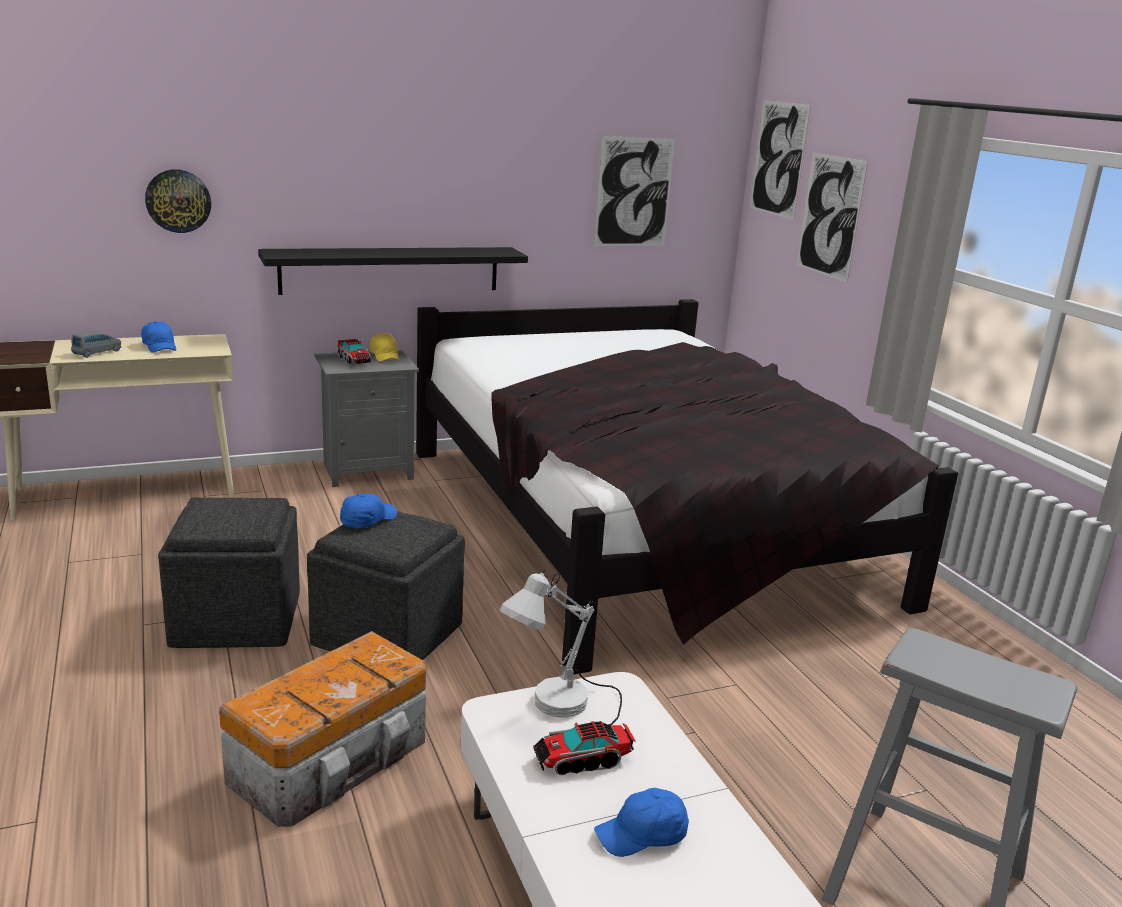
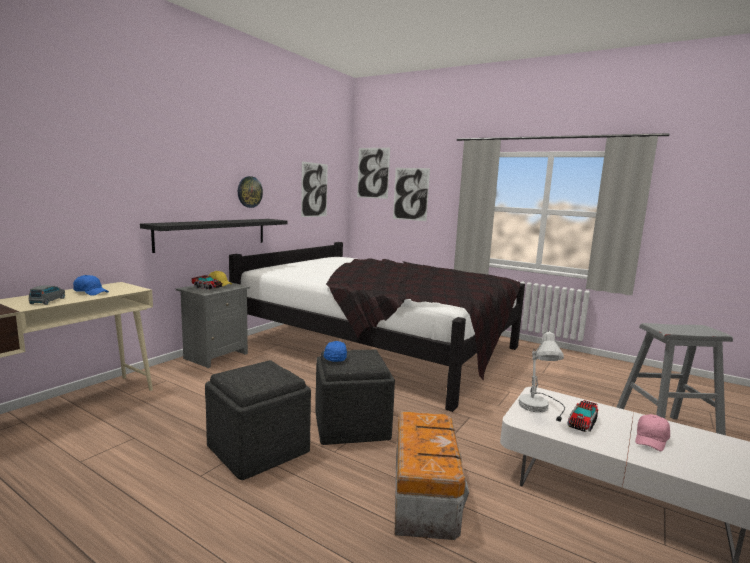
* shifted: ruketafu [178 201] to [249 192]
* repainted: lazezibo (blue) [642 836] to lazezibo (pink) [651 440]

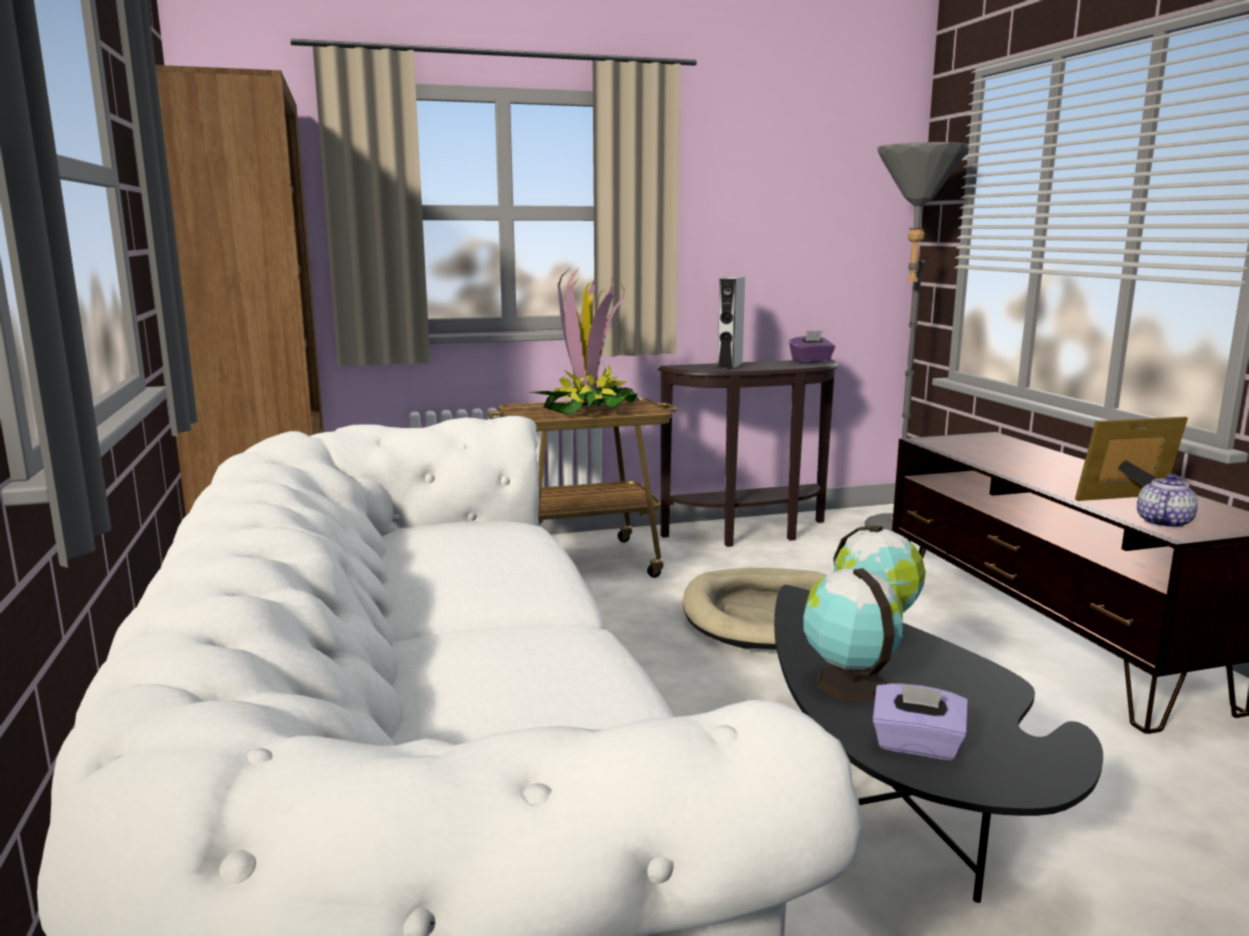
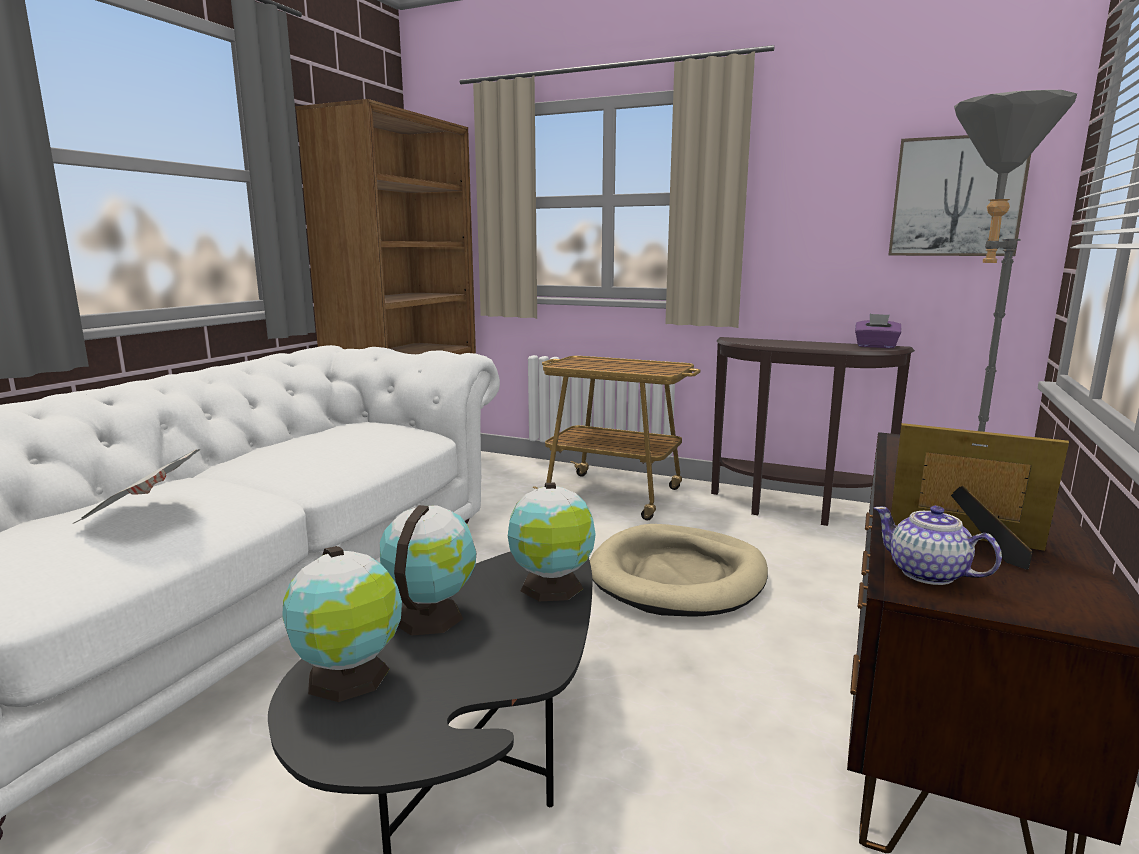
* gone: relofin [589 409]
* gone: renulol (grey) [729 366]
* rotated: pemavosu [1163 523] = [928 574] 120 degrees counterclockwise
* swapped: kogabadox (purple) [916 745] to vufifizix [349 678]
* new: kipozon [956 197]
* new: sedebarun [143 515]

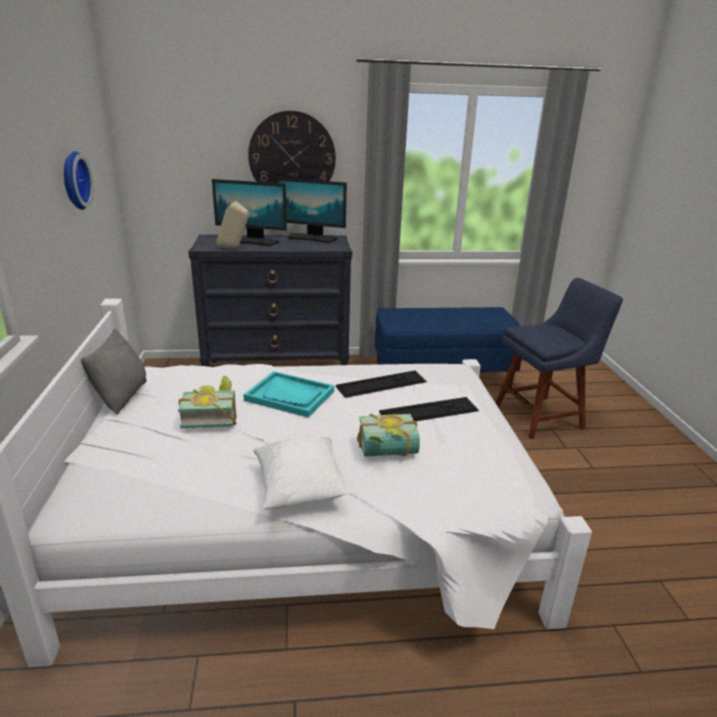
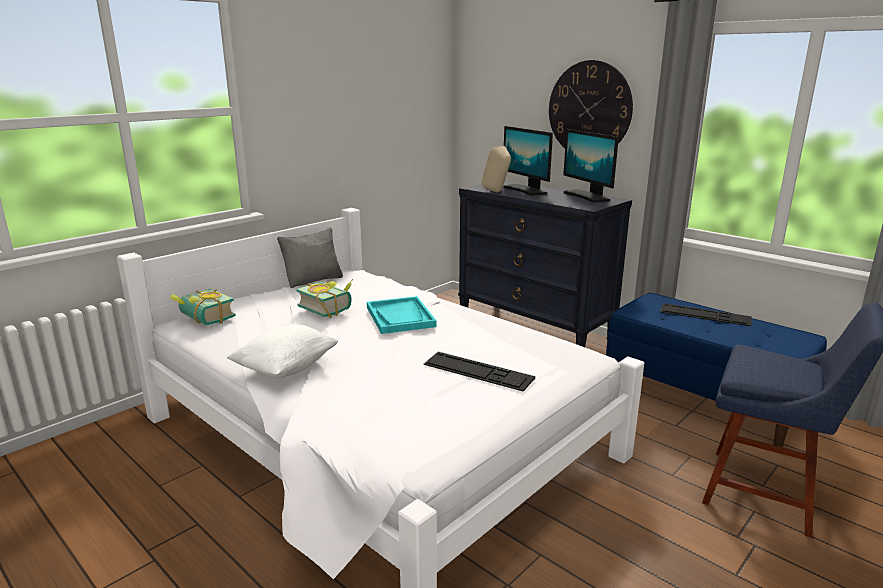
* gone: ruketafu [73 180]
* shifted: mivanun [381 384] to [704 315]
* shifted: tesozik [388 452] to [203 320]

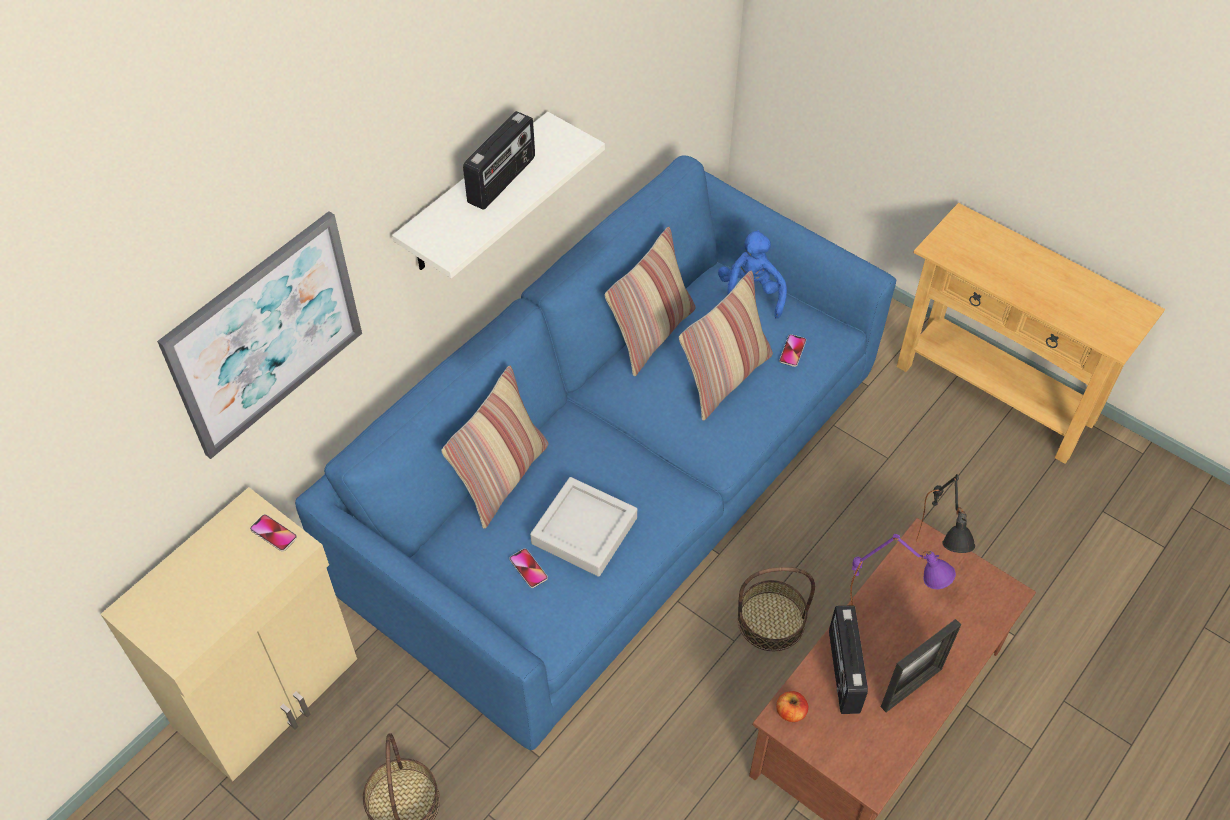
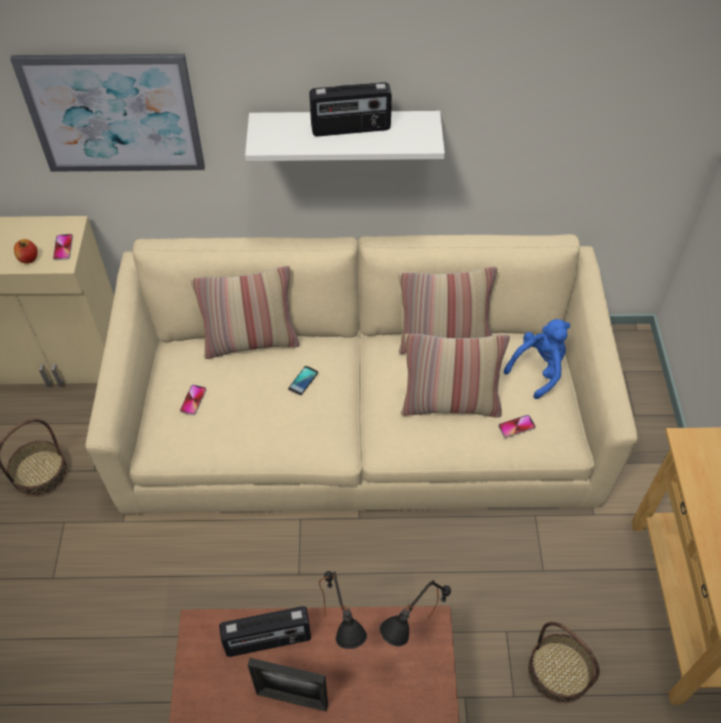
* repainted: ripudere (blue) [614 478] to ripudere (beige) [360 418]
* gone: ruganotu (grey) [584 531]
* repainted: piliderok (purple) [887 615] to piliderok (black) [343 641]
* shifted: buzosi [771 621] to [558 671]
* rotated: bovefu [842 671] = [268 641] 150 degrees counterclockwise
* shifted: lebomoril [790 712] to [28 258]
* new: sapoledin [303 381]

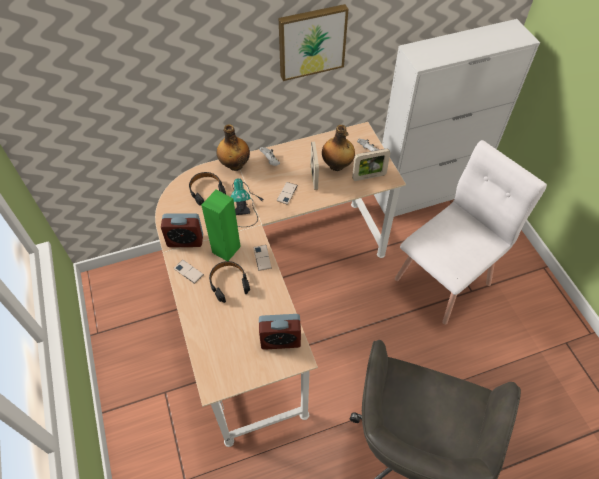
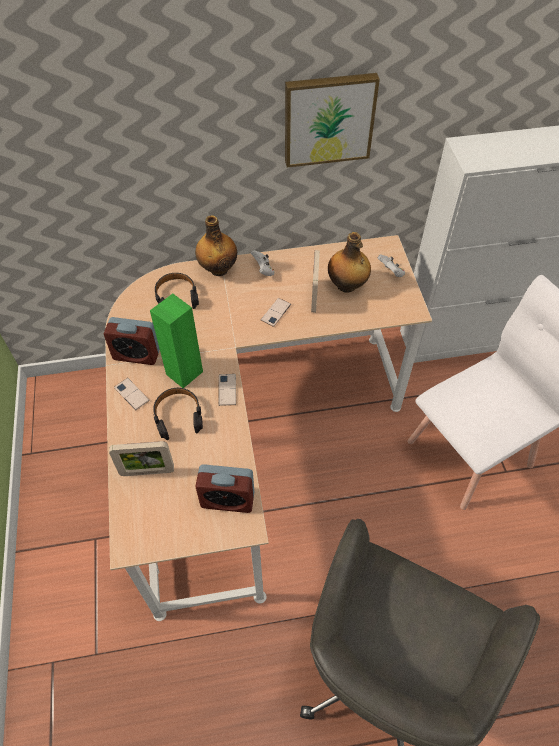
* shifted: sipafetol [369 177] to [147 471]
* gone: piliderok [244 205]

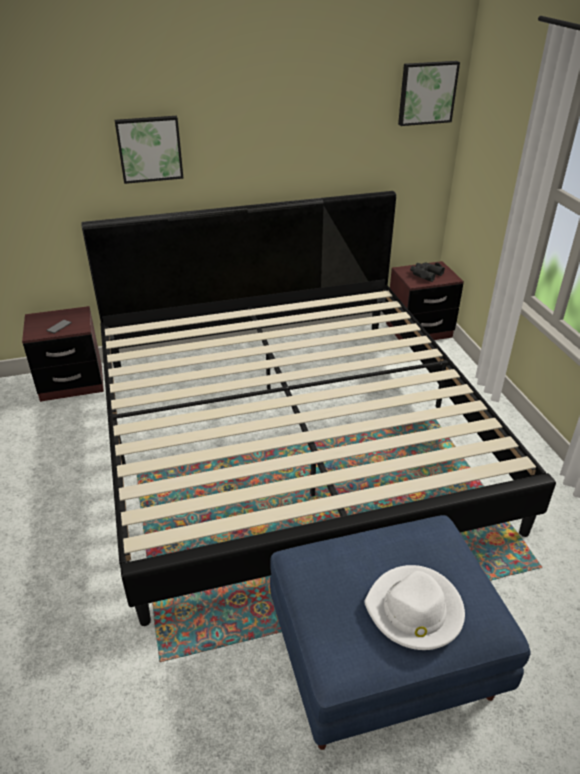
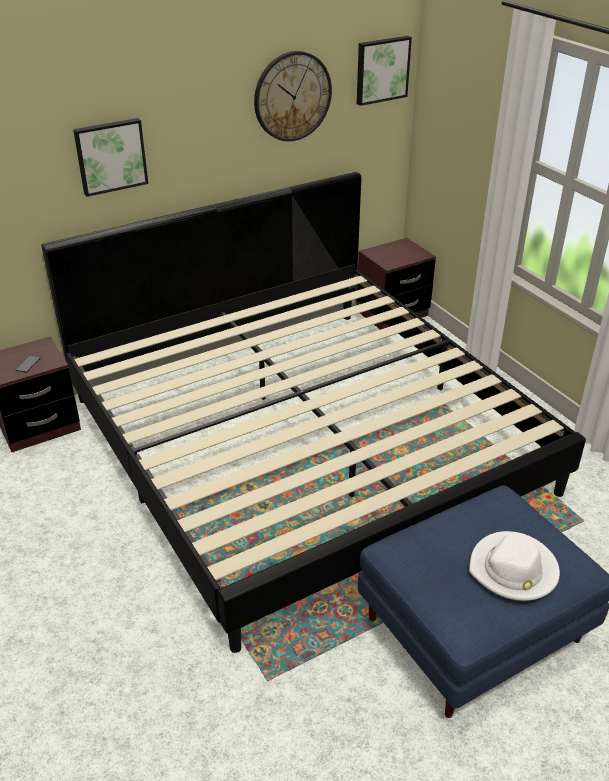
* gone: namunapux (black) [425 274]
* new: ruketafu [292 96]

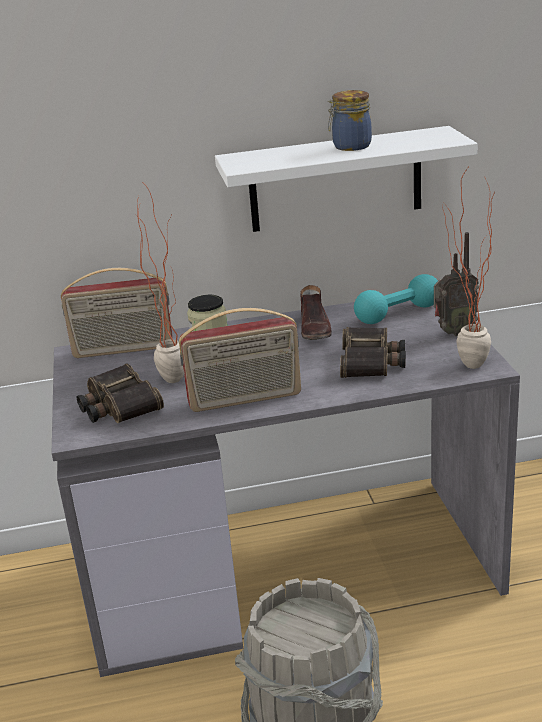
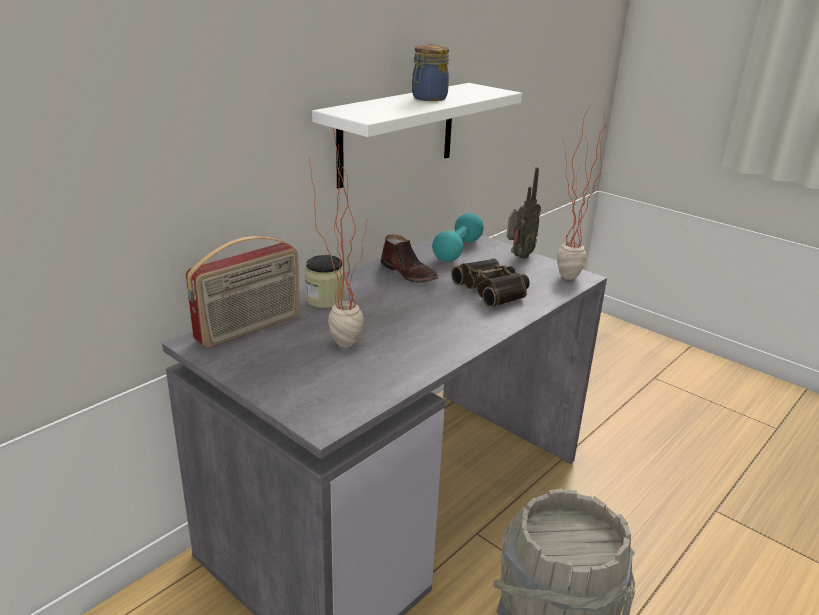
* gone: bovefu [245 399]
* gone: namunapux [118 405]

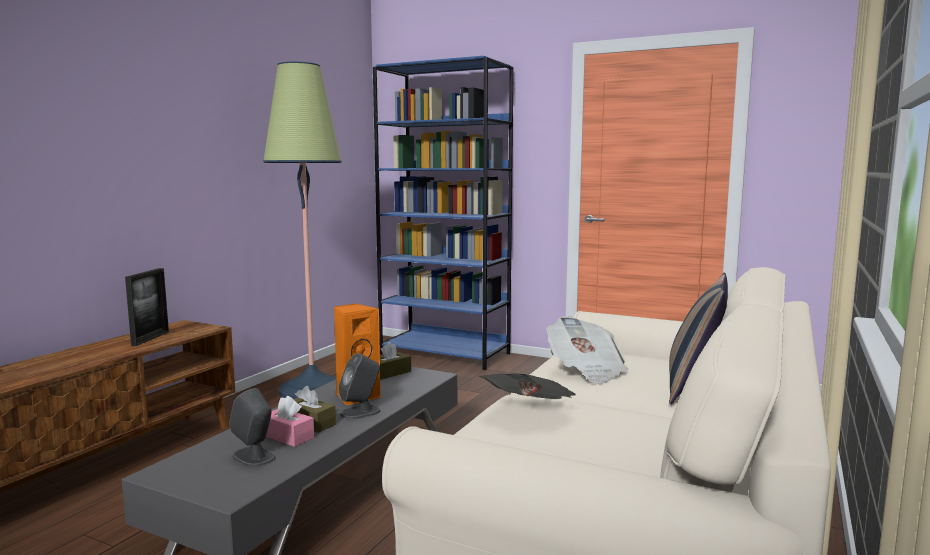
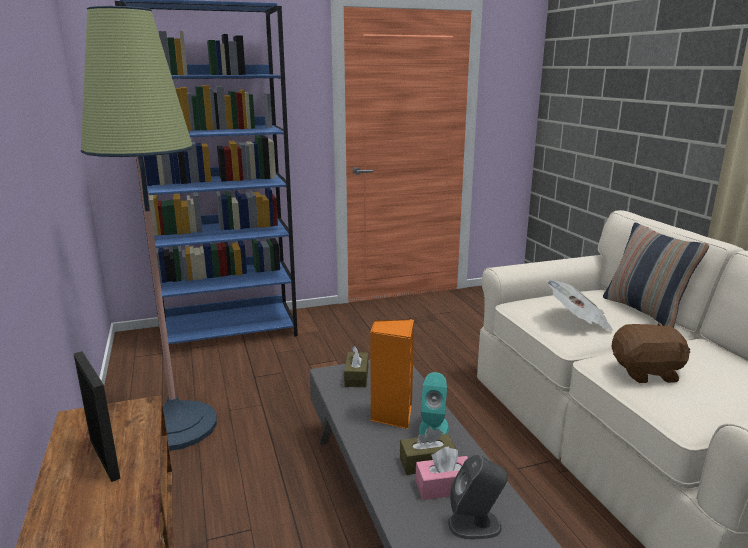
* repainted: renulol (grey) [361 412] to renulol (turquoise) [433 428]
* swapped: sedebarun [529 412] to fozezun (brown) [646 373]

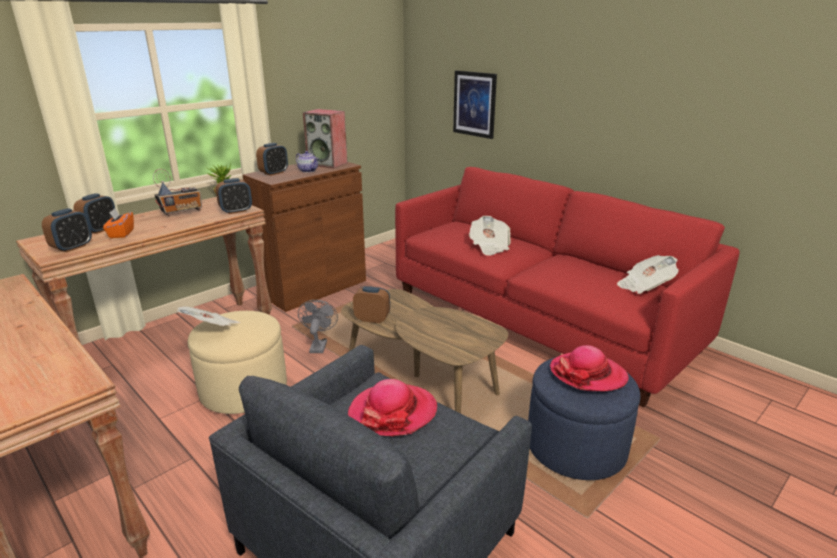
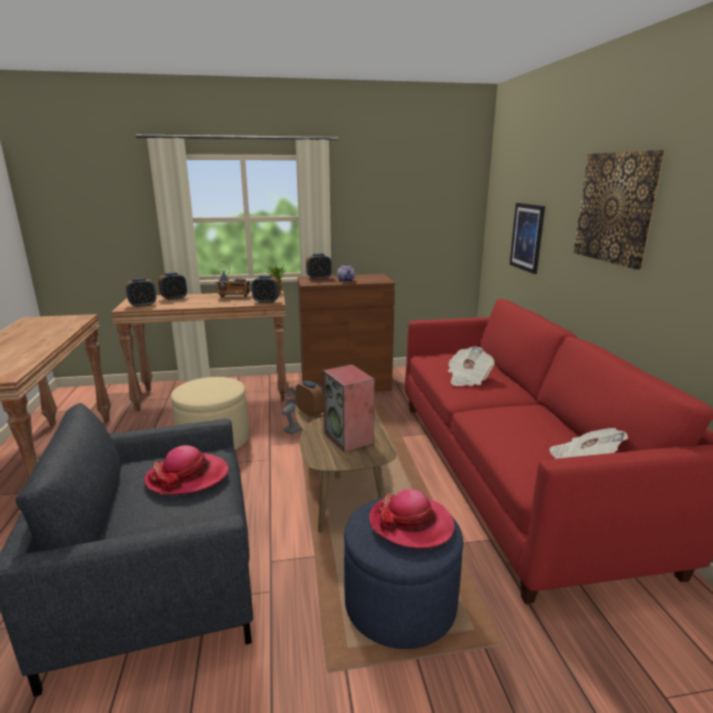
* shifted: renulol [328 164] to [349 438]
* gone: kogabadox (orange) [121 233]
* gone: sedebarun [211 329]
* new: kipozon [616 208]

